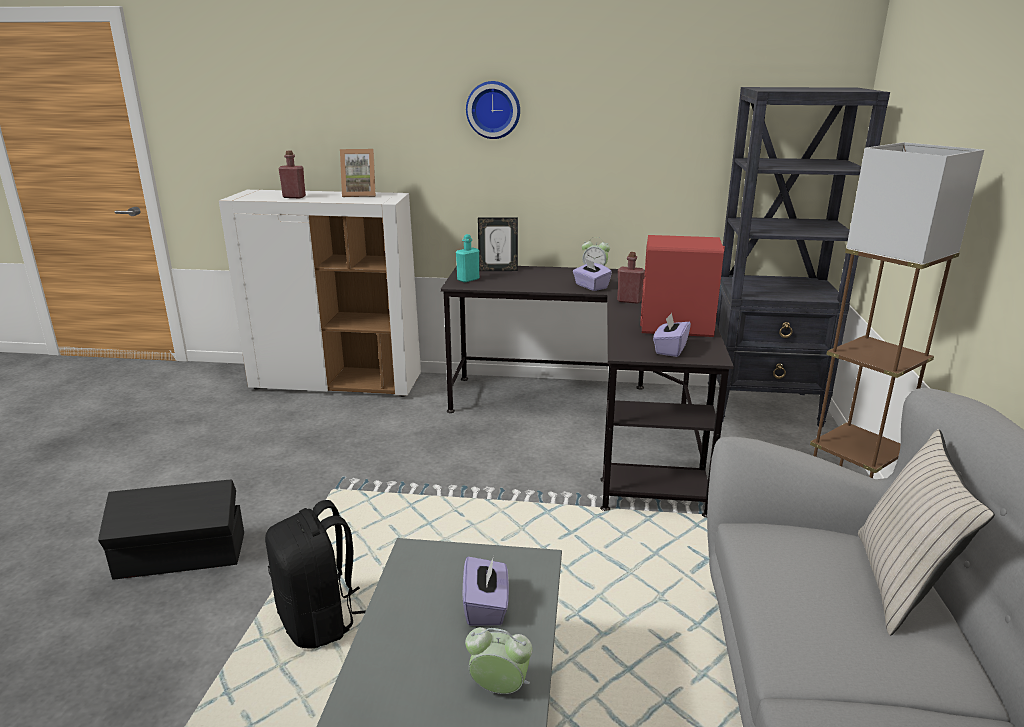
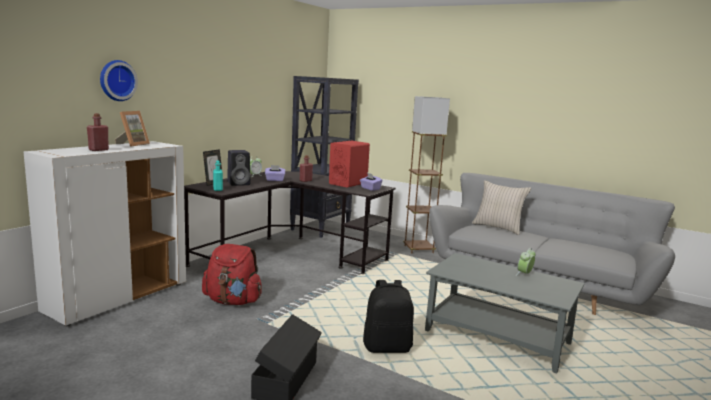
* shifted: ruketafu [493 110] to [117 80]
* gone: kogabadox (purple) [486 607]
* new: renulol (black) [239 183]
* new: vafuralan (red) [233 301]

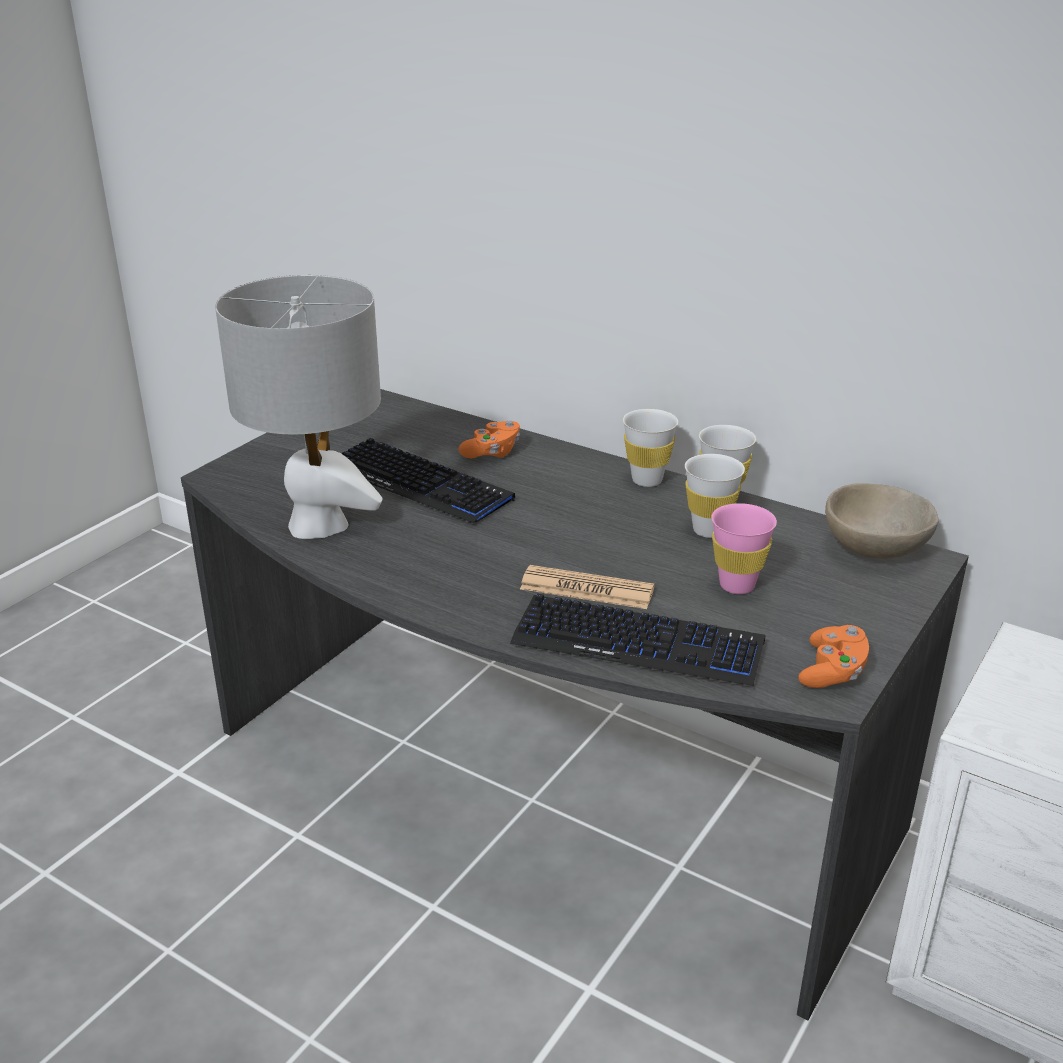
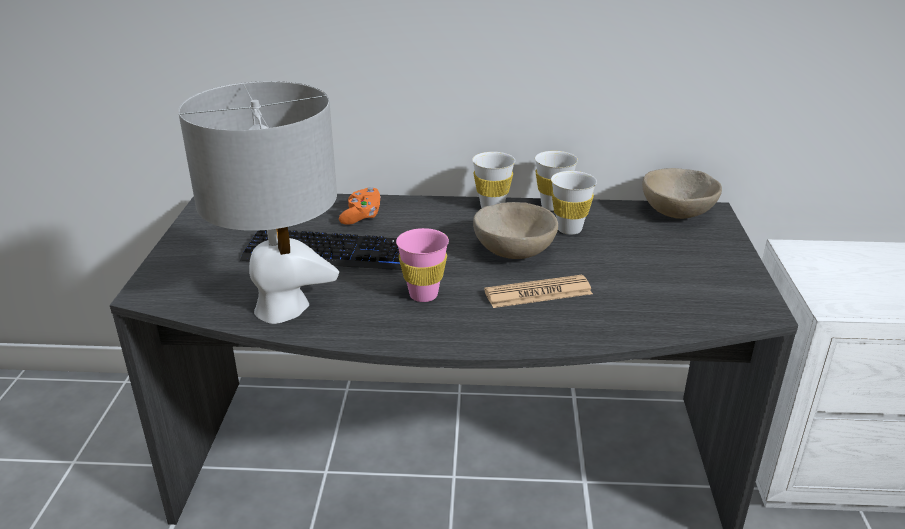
* shifted: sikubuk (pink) [737 585] to [423 295]
* gone: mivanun [638 643]
* gone: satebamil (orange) [832 672]
* new: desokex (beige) [514 251]

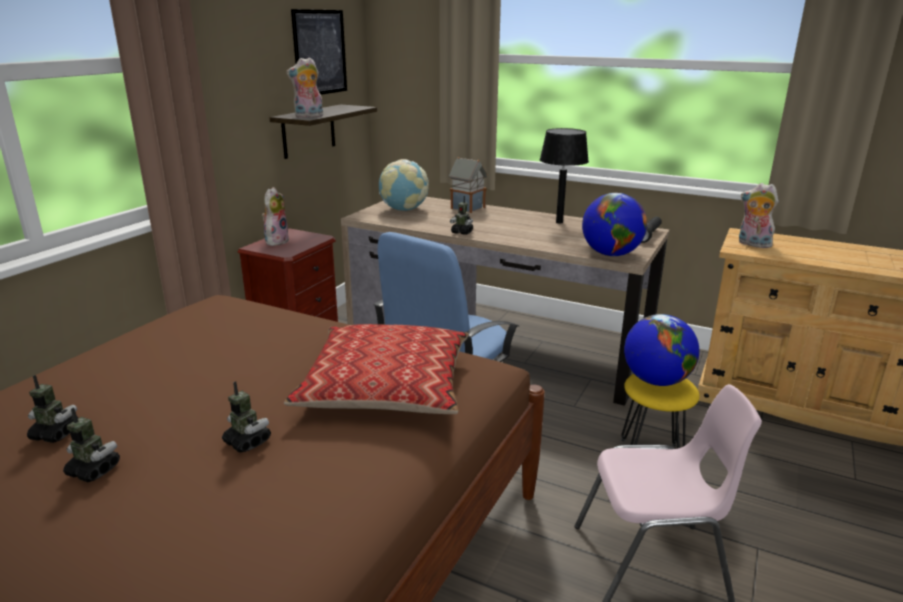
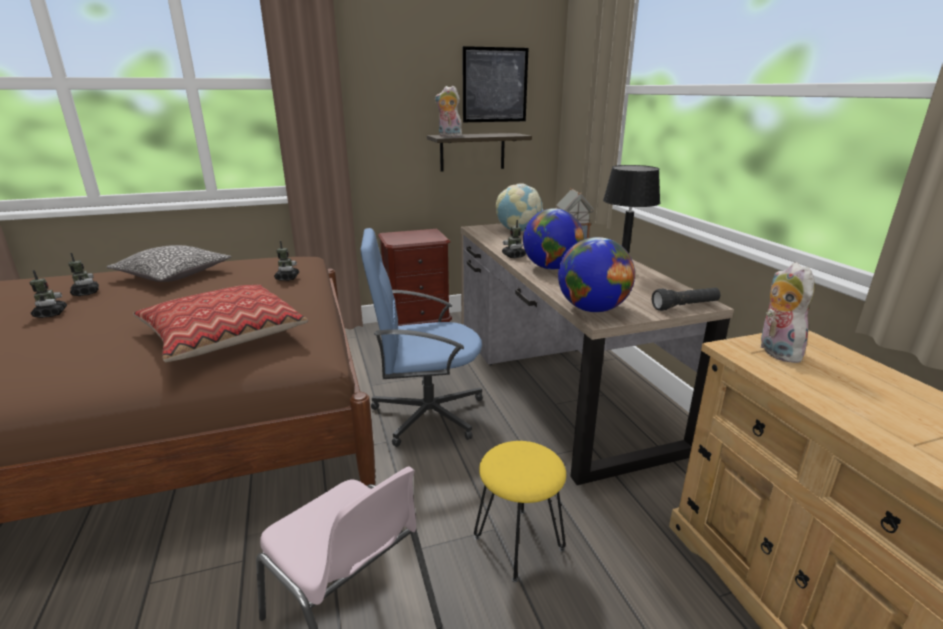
* gone: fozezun [276 241]
* shifted: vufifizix [656 380] to [551 267]
* shifted: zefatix [247 442] to [287 278]
* new: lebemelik [174 275]

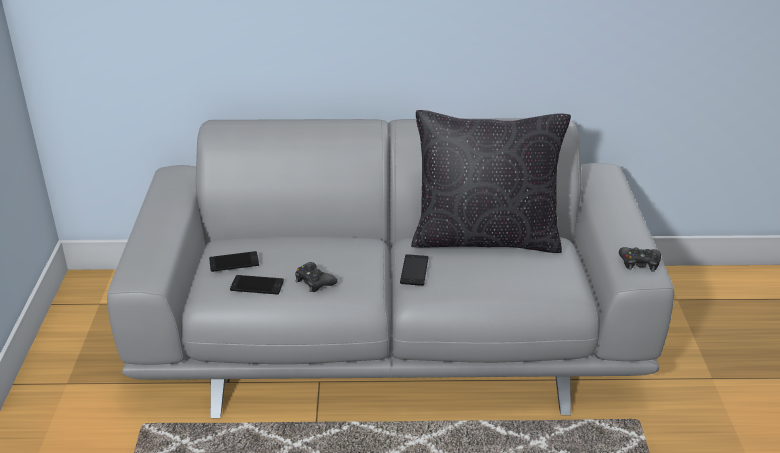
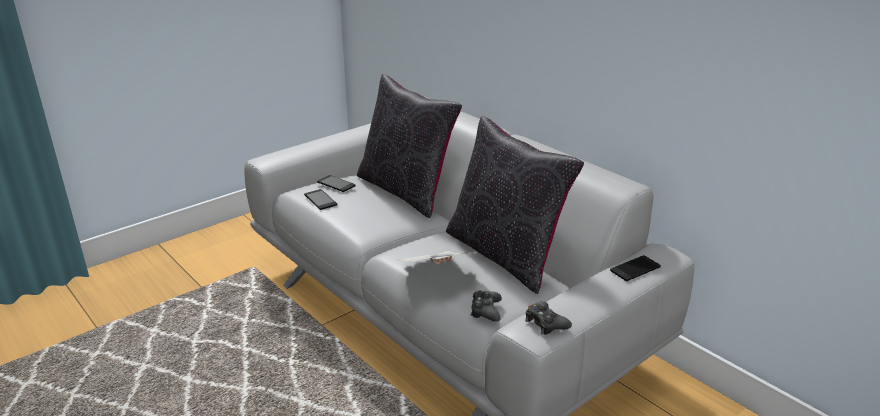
* shifted: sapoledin [414 270] to [635 269]
* shifted: satebamil (black) [314 282] to [486 310]
* new: lebemelik (black) [406 191]
* new: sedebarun [438 275]

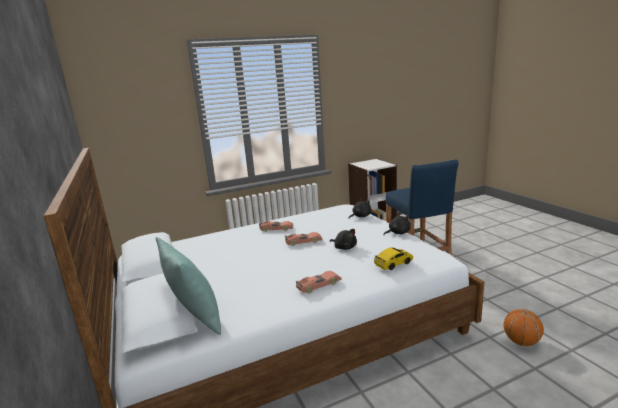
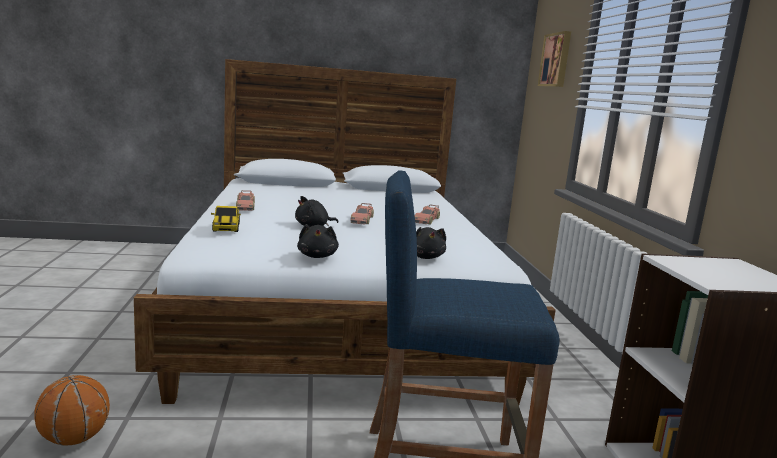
* gone: lebemelik (turquoise) [195 317]
* new: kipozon [556 60]

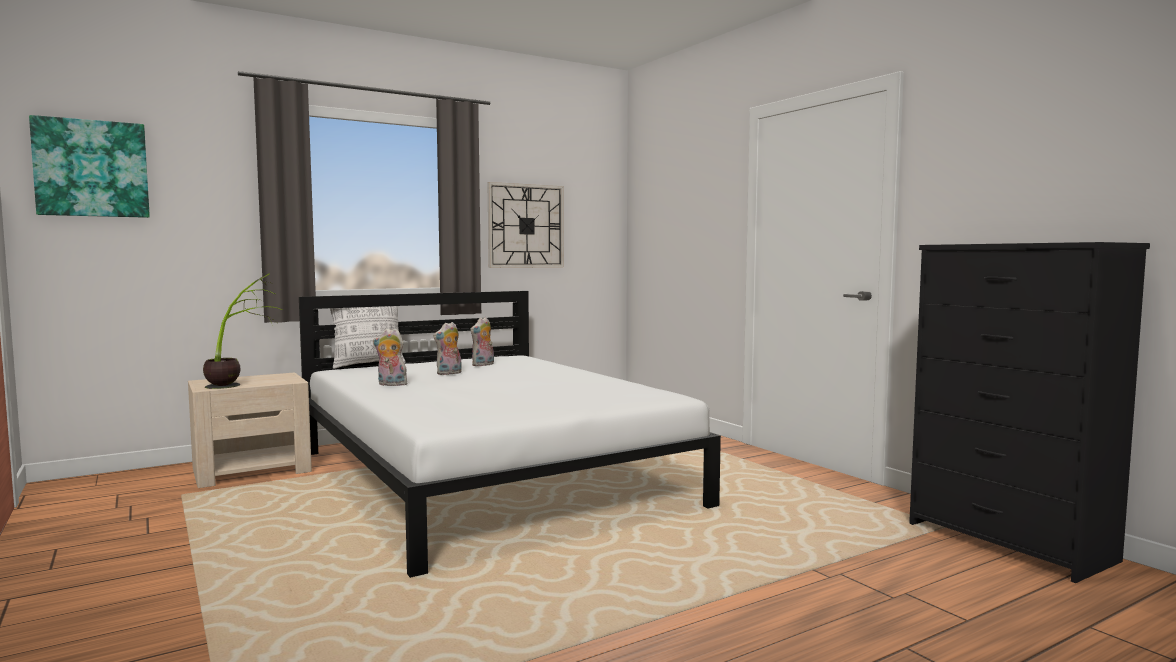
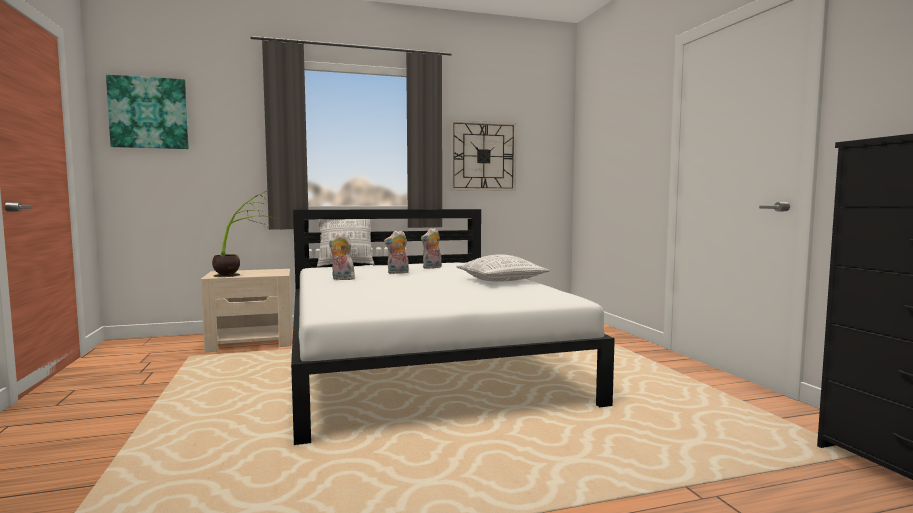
* new: lebemelik [501 281]

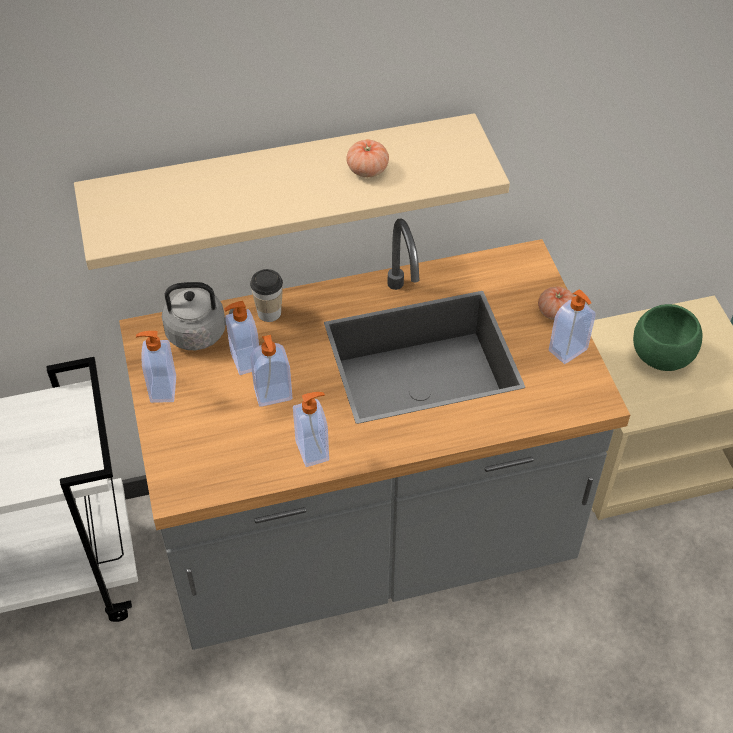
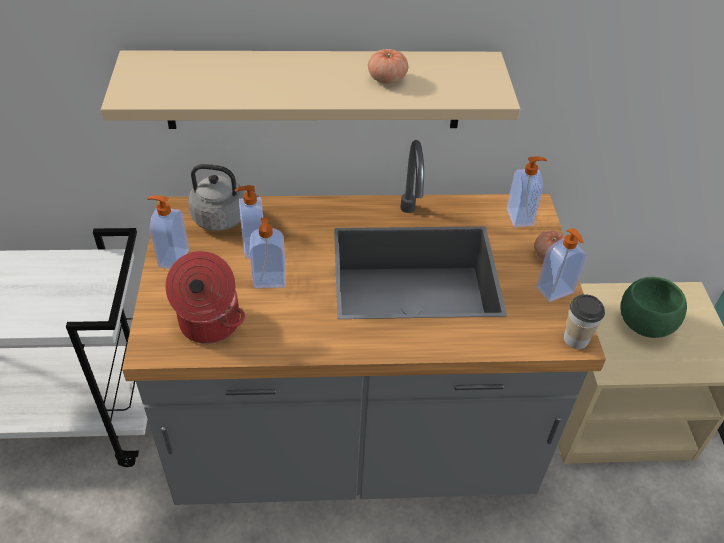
* shifted: sikubuk [269 312] to [576 339]
* shifted: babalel [313 450] to [520 217]
* new: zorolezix [208 323]

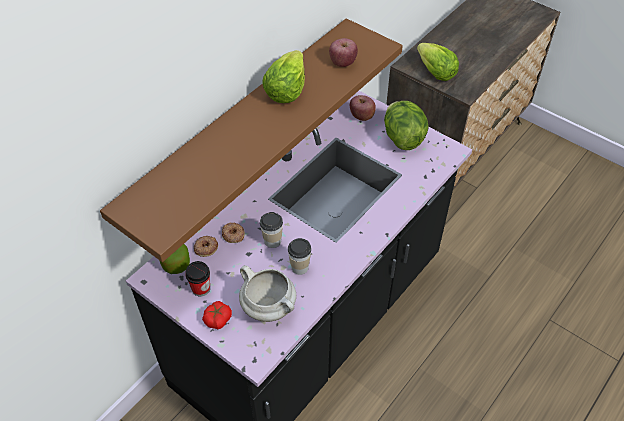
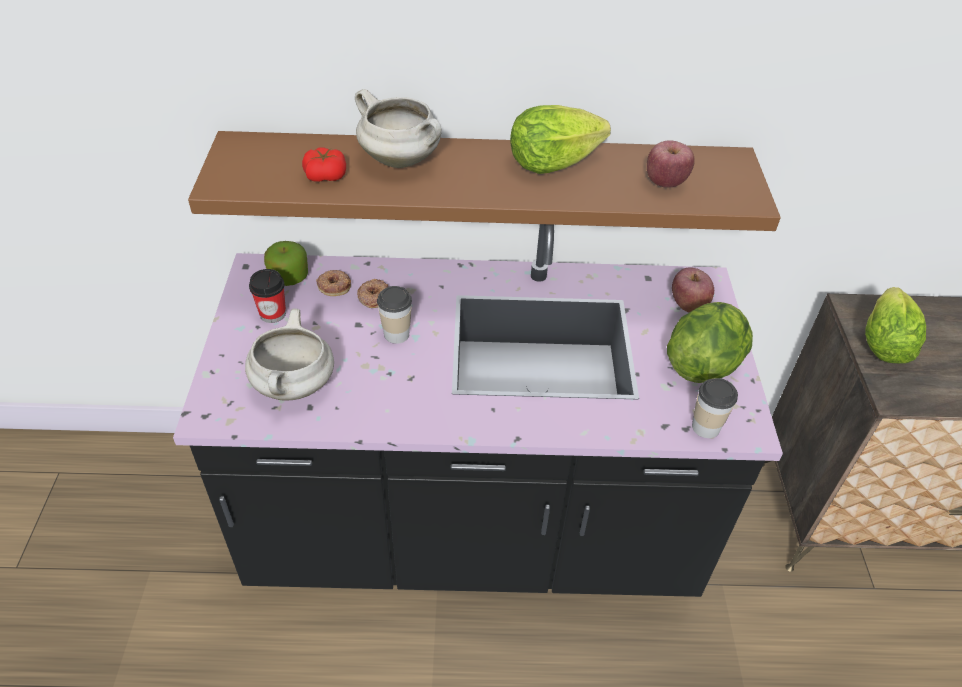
* shifted: sikubuk [300 267] to [705 427]
* shifted: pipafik [217 319] to [325 175]
* new: zorolezix (white) [401 160]

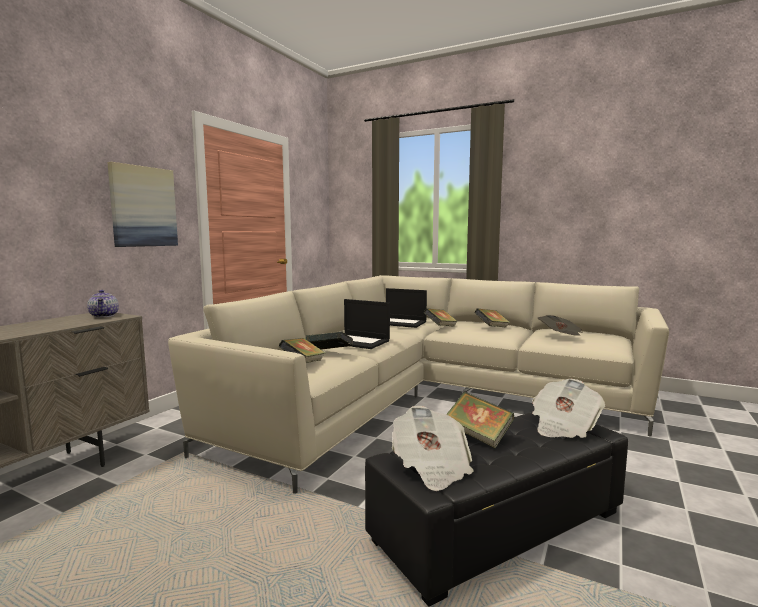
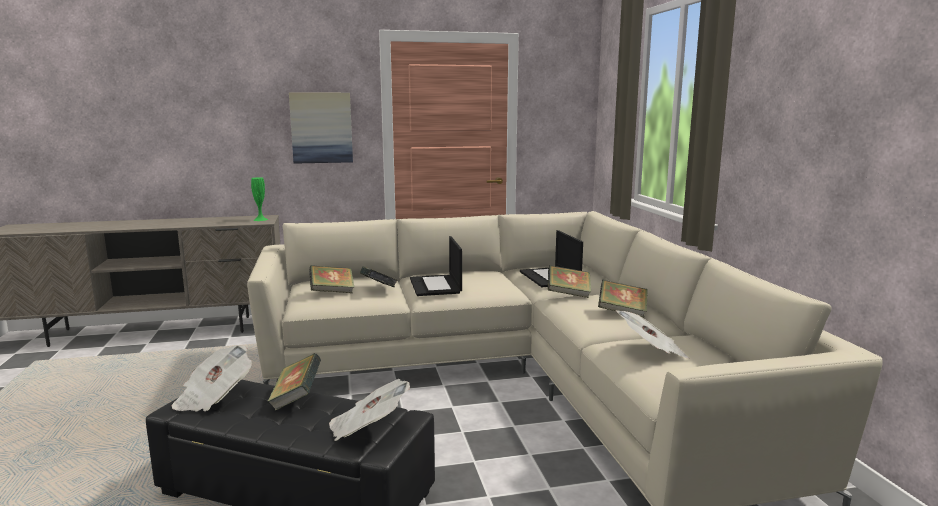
* swapped: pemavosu [104 316] to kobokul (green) [260 219]

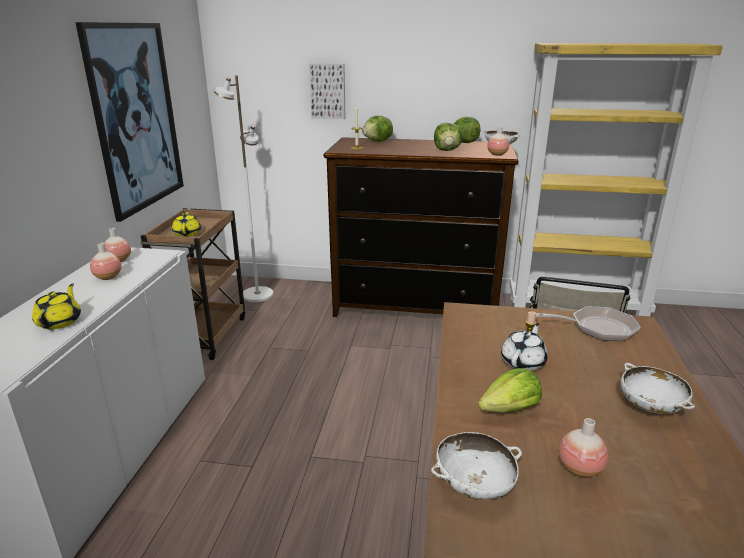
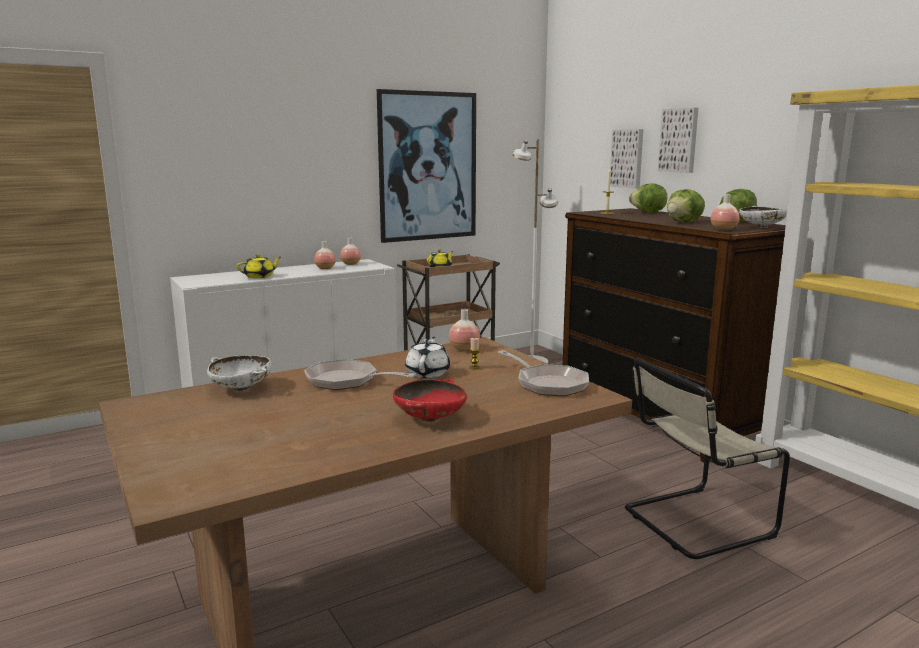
* rotated: pemavosu (white) [523 362] = [428 373] 75 degrees counterclockwise
* repainted: desokex (white) [650 406] to desokex (red) [430 418]
* swapped: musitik [510 409] to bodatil [347 381]
* shifted: kobokul [580 468] to [464 349]
* new: kipozon [679 140]

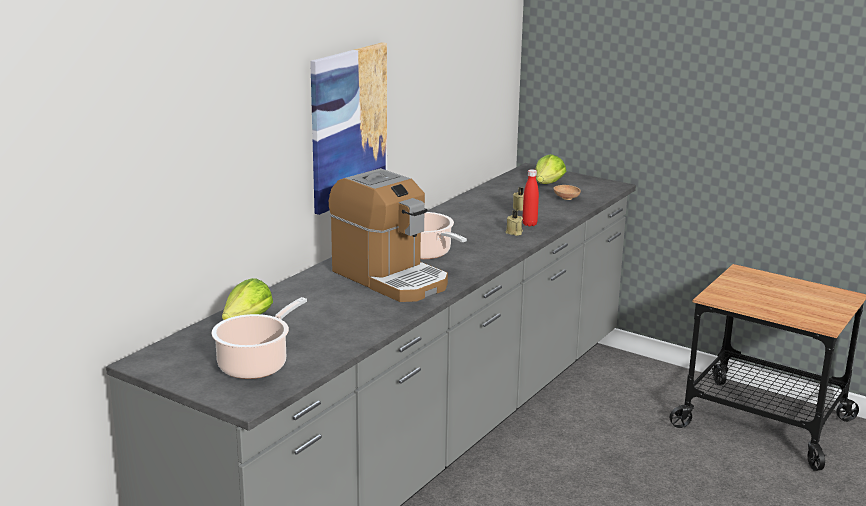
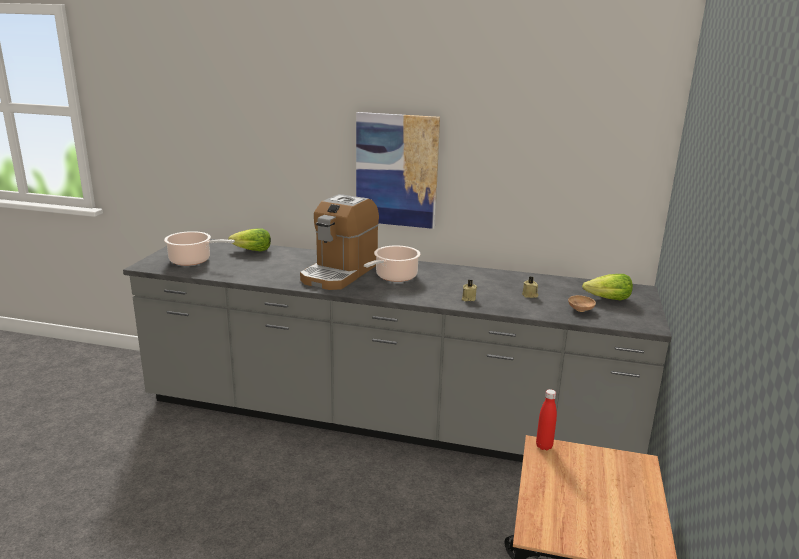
* shifted: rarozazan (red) [529 224] to [544 446]

